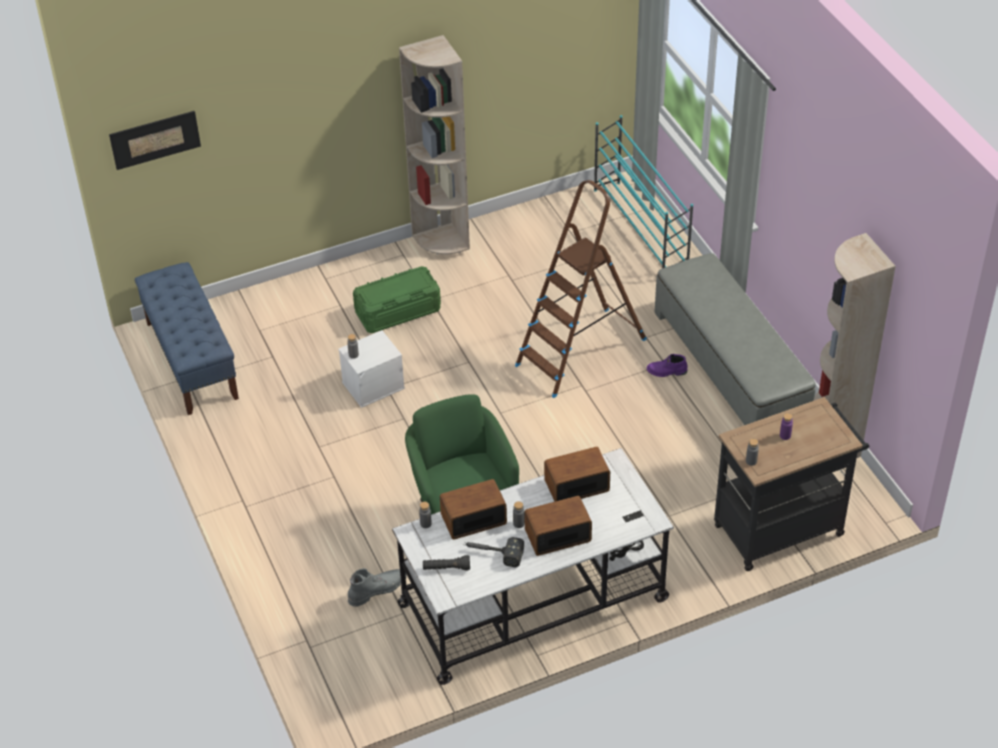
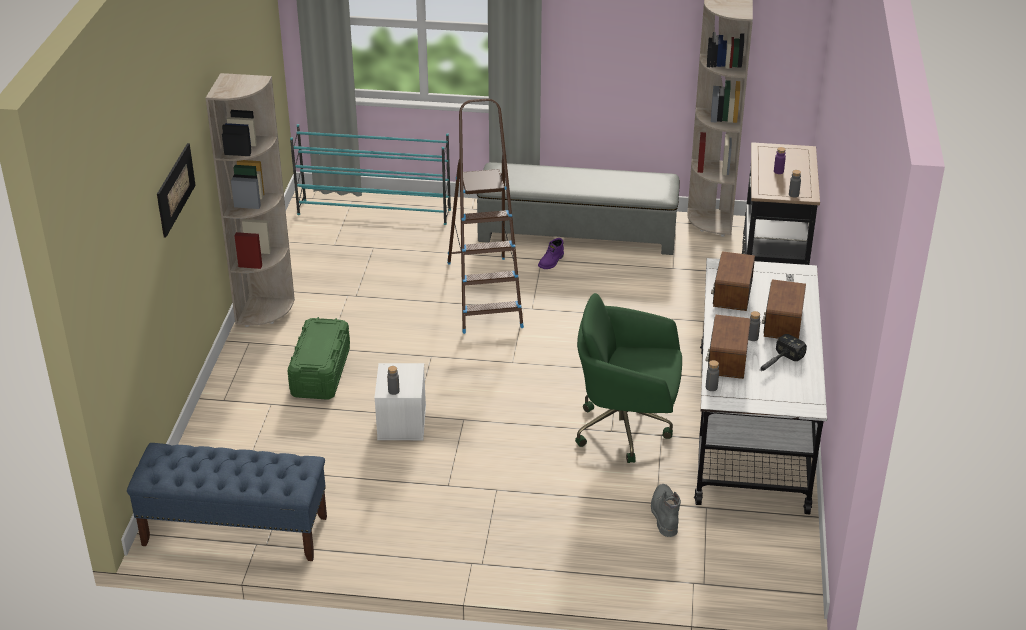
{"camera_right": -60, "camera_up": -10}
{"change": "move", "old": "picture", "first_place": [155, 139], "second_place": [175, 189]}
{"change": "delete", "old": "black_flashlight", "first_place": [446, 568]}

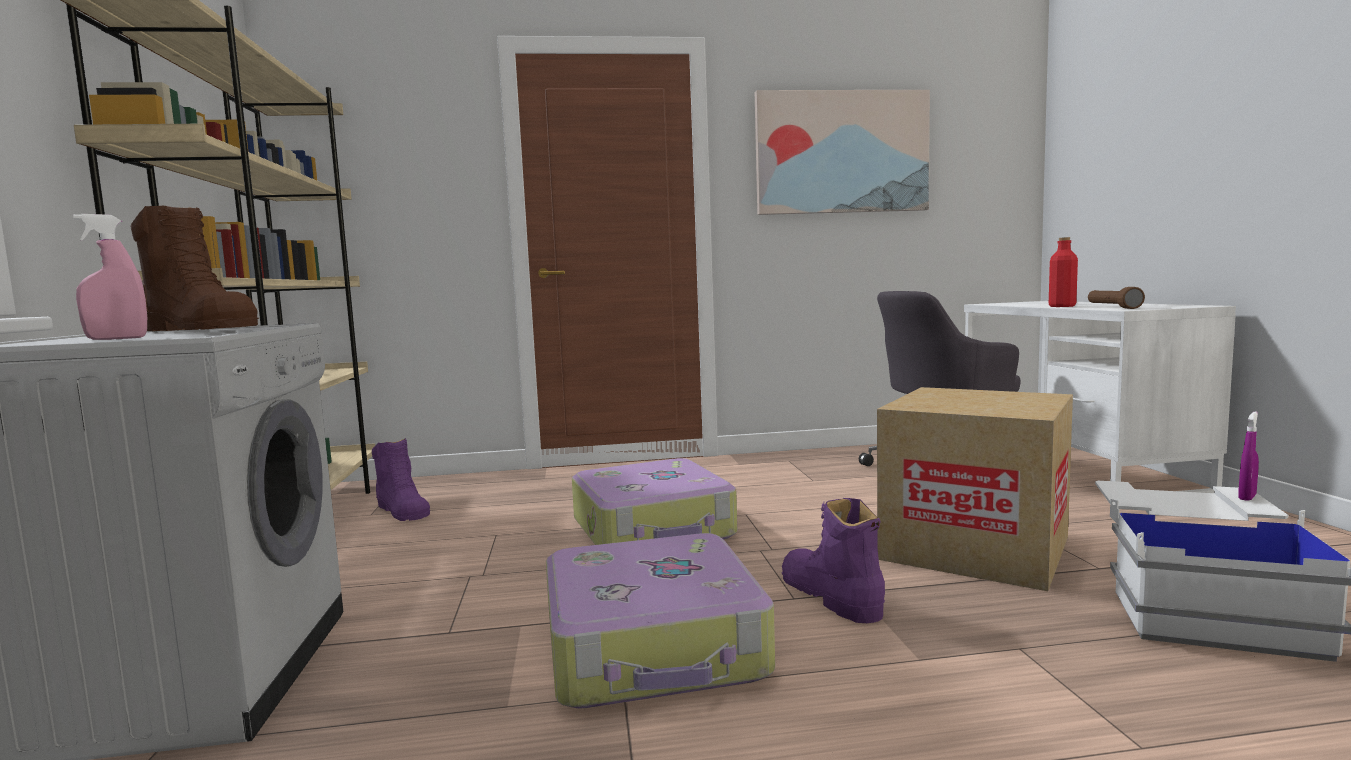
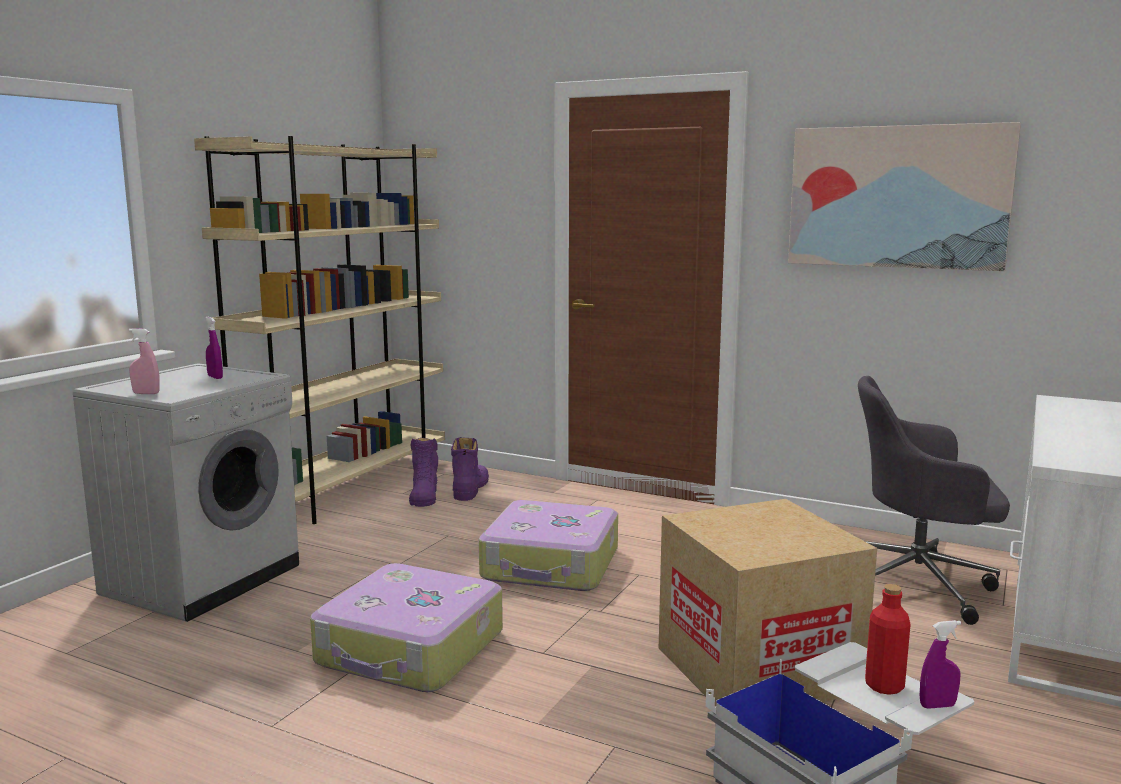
{"camera_right": 35, "camera_up": 5}
{"change": "replace", "old": "brown_boot", "new": "purple_spray_bottle", "first_place": [200, 329], "second_place": [215, 377]}
{"change": "move", "old": "red_bottle", "first_place": [1062, 306], "second_place": [884, 686]}
{"change": "delete", "old": "brown_flashlight", "first_place": [1112, 307]}
{"change": "move", "old": "purple_boot", "first_place": [830, 596], "second_place": [470, 489]}

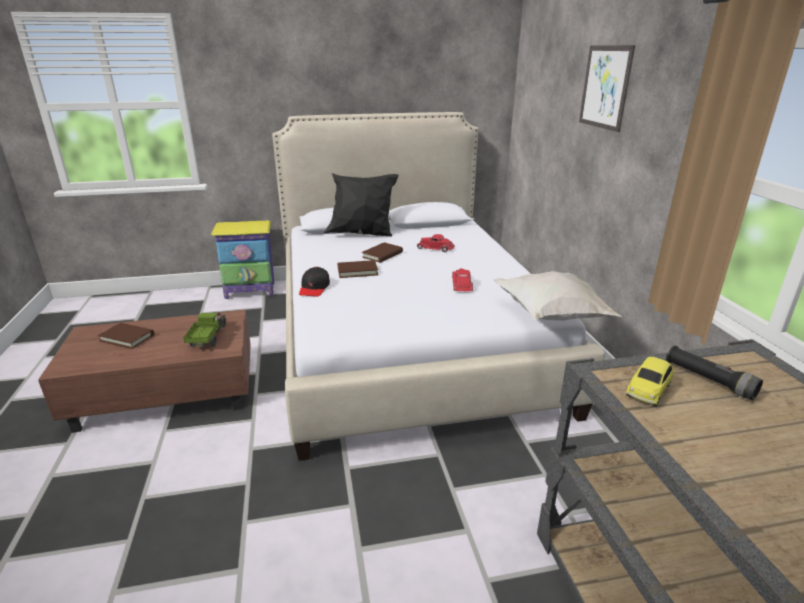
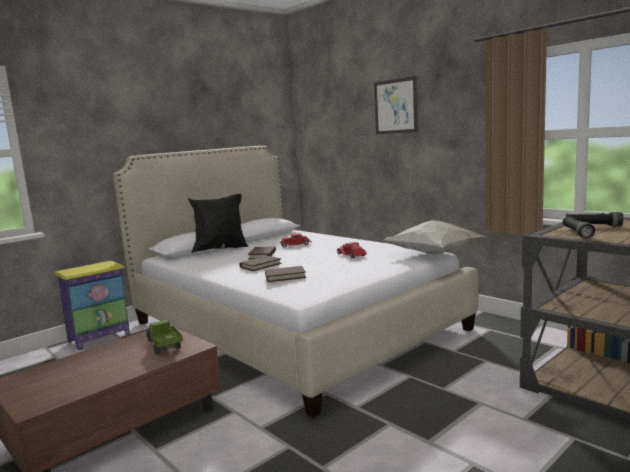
{"camera_right": -30, "camera_up": -15}
{"change": "delete", "old": "black_cap", "first_place": [314, 288]}
{"change": "move", "old": "brown_book", "first_place": [127, 338], "second_place": [285, 276]}
{"change": "replace", "old": "toy_car", "new": "black_flashlight", "first_place": [648, 389], "second_place": [577, 233]}

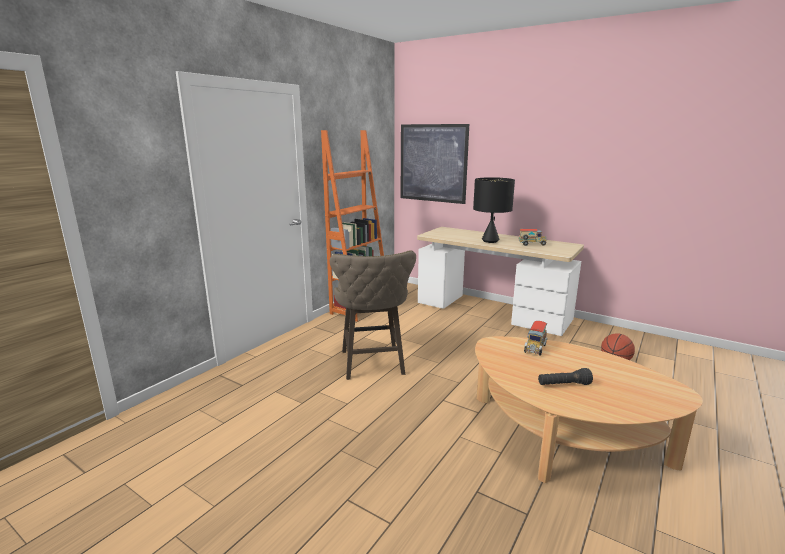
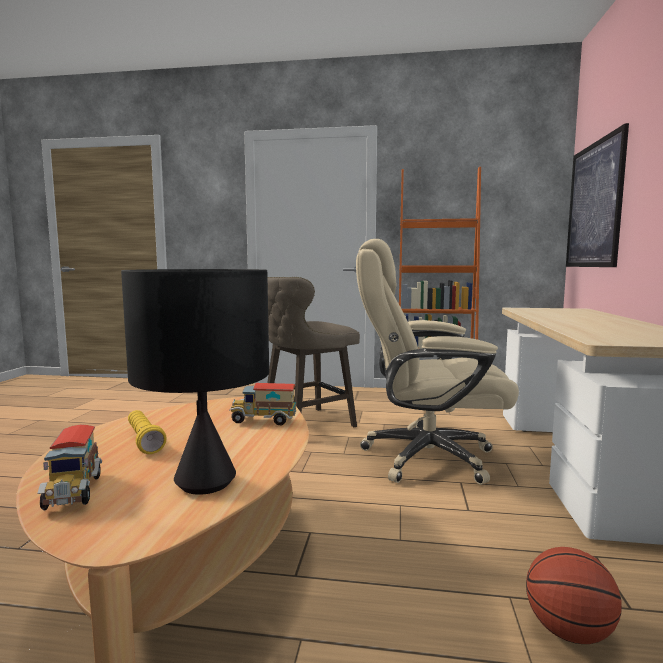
{"camera_right": 65, "camera_up": -10}
{"change": "move", "old": "black_table_lamp", "first_place": [490, 241], "second_place": [205, 483]}
{"change": "move", "old": "toy_truck", "first_place": [532, 244], "second_place": [72, 492]}
{"change": "recolor", "old": "black_flashlight", "new": "yellow_flashlight", "first_place": [563, 385], "second_place": [144, 441]}
{"change": "insert", "new": "beige_office_chair", "second_place": [427, 457]}

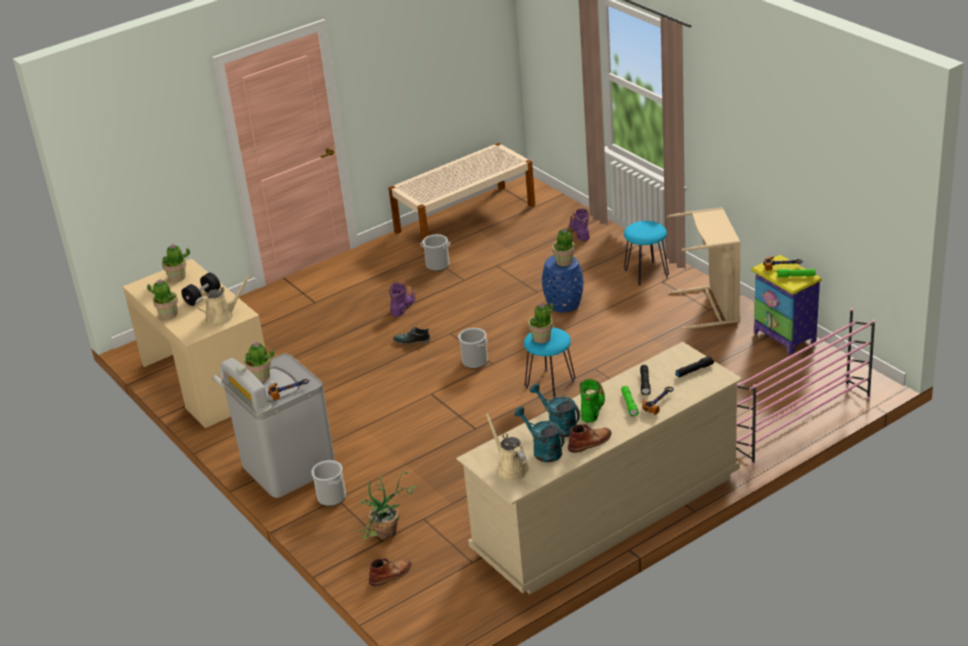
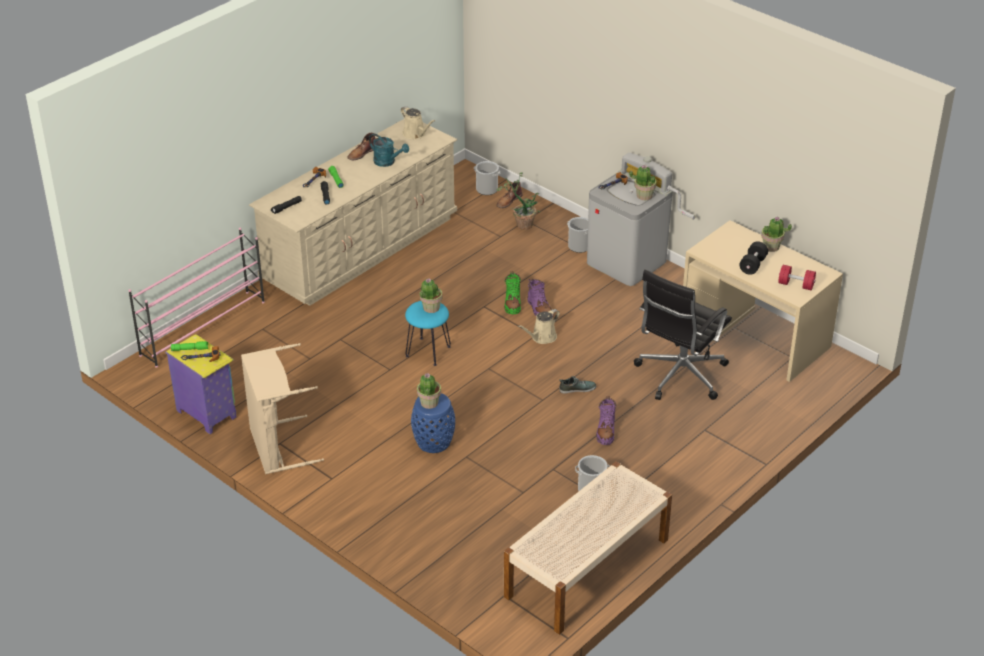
{"camera_right": 165, "camera_up": 5}
{"change": "move", "old": "purple_boot", "first_place": [580, 231], "second_place": [539, 309]}
{"change": "delete", "old": "turquoise_stool", "first_place": [646, 273]}
{"change": "replace", "old": "potted_plant", "new": "red_dumbbell", "first_place": [177, 277], "second_place": [796, 285]}
{"change": "move", "old": "beige_watering_can", "first_place": [222, 317], "second_place": [542, 337]}
{"change": "move", "old": "bucket", "first_place": [475, 361], "second_place": [487, 189]}
{"change": "move", "old": "green_boot", "first_place": [592, 406], "second_place": [512, 303]}
{"change": "delete", "old": "turquoise_watering_can", "first_place": [543, 450]}
{"change": "insert", "new": "black_office_chair", "second_place": [679, 376]}

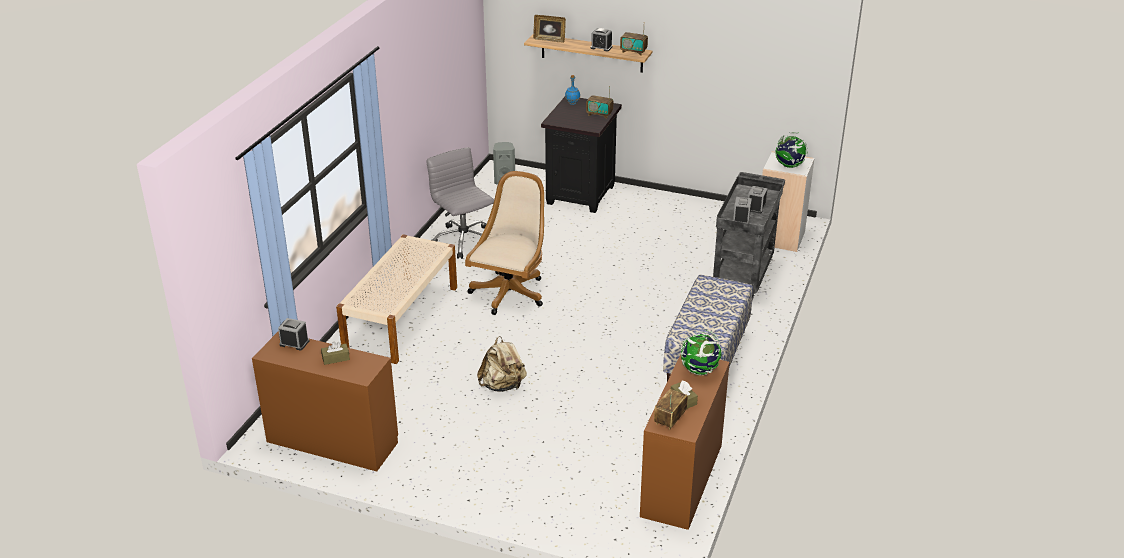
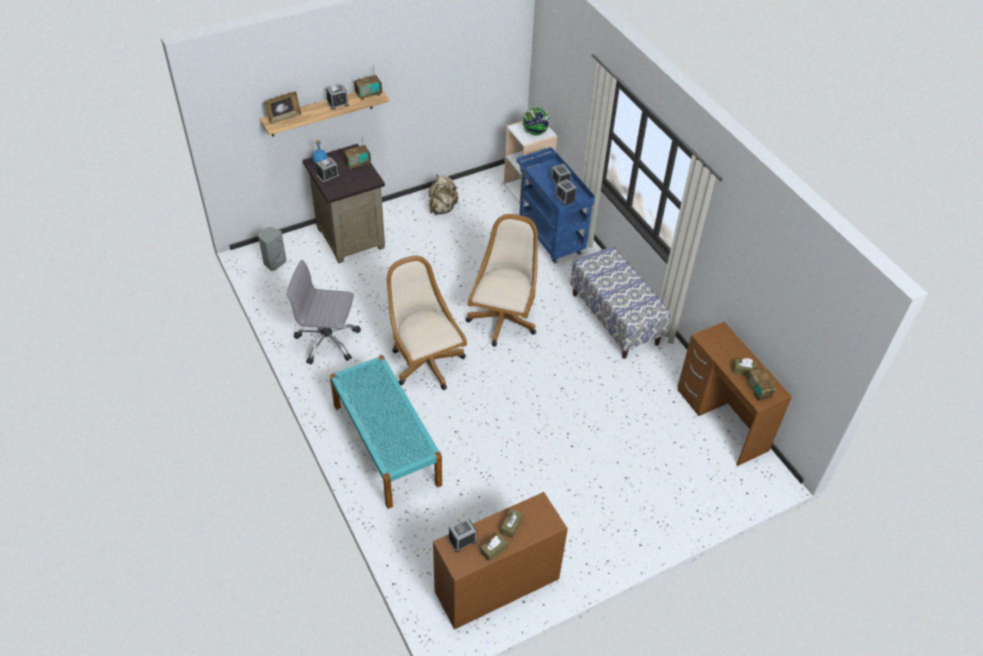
{"camera_right": -50, "camera_up": 15}
{"change": "recolor", "old": "black_cabinet", "new": "beige_cabinet", "first_place": [581, 194], "second_place": [350, 237]}
{"change": "recolor", "old": "black_cart", "new": "blue_cart", "first_place": [743, 276], "second_place": [549, 237]}
{"change": "recolor", "old": "beige_bench", "new": "turquoise_bench", "first_place": [401, 318], "second_place": [385, 445]}
{"change": "delete", "old": "globe", "first_place": [700, 370]}
{"change": "move", "old": "beige_backpack", "first_place": [503, 386], "second_place": [442, 208]}
{"change": "insert", "new": "alarm_clock", "second_place": [328, 176]}
{"change": "insert", "new": "office_chair", "second_place": [503, 316]}
{"change": "insert", "new": "brown_tissue_box", "second_place": [493, 549]}

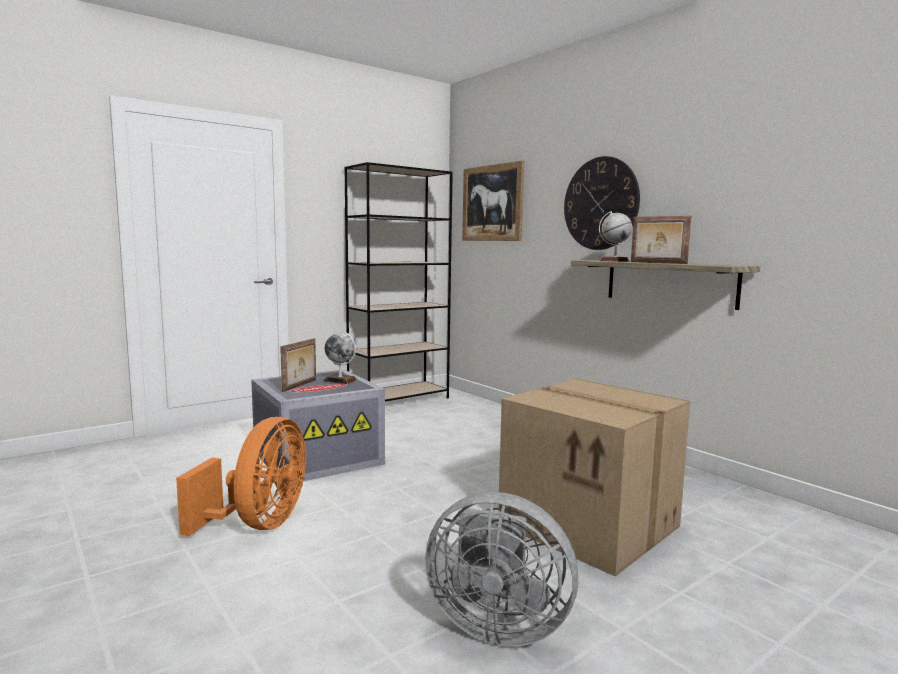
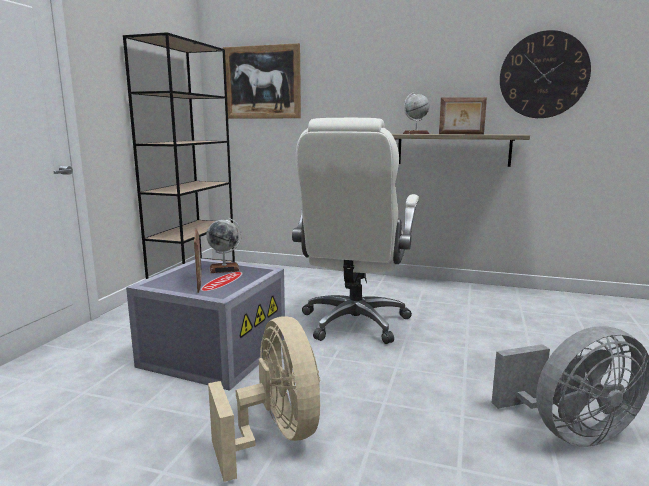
{"camera_right": -35, "camera_up": 5}
{"change": "move", "old": "wall_clock", "first_place": [600, 203], "second_place": [543, 75]}
{"change": "delete", "old": "cardboard_box", "first_place": [592, 525]}
{"change": "recolor", "old": "orange_fan", "new": "beige_fan", "first_place": [259, 524], "second_place": [276, 435]}
{"change": "insert", "new": "white_office_chair", "second_place": [354, 323]}

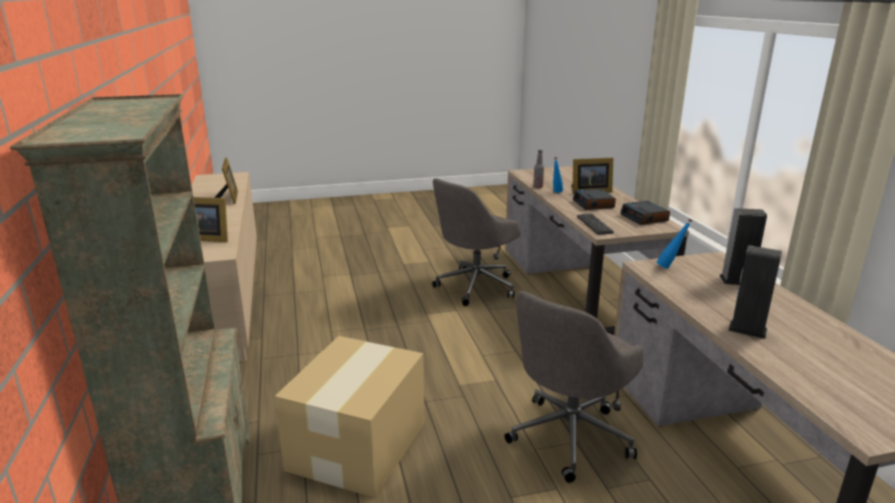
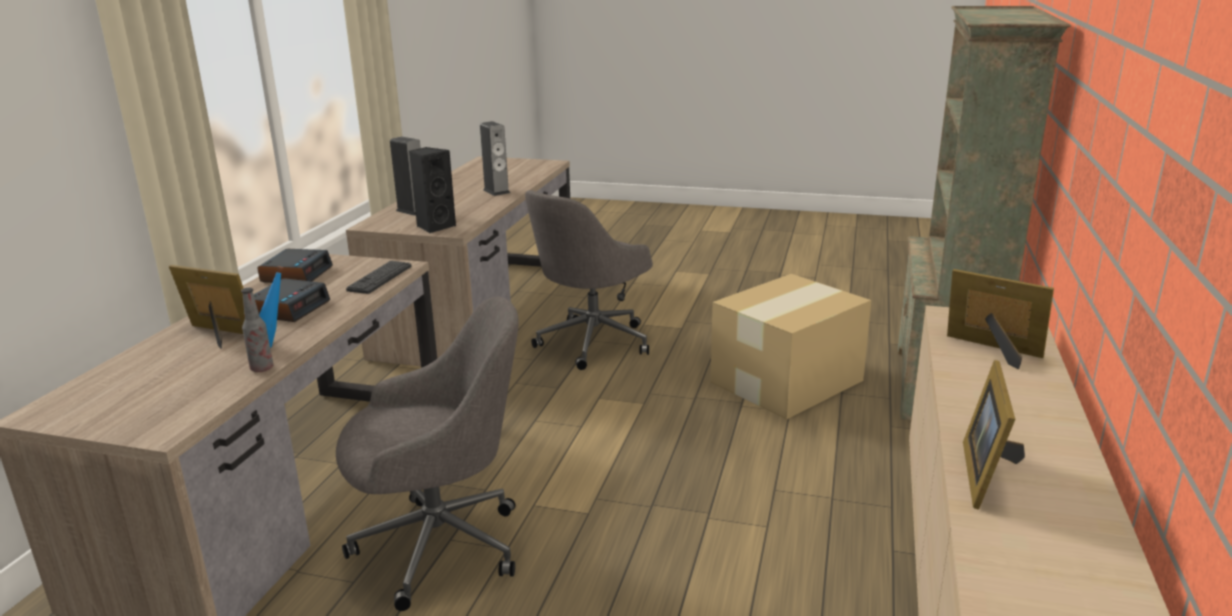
{"camera_right": -150, "camera_up": 0}
{"change": "replace", "old": "blue_bottle", "new": "black_speaker", "first_place": [670, 267], "second_place": [435, 227]}
{"change": "rotate", "old": "grey_office_chair", "first_place": [569, 438], "second_place": [593, 343], "degrees": 150}

